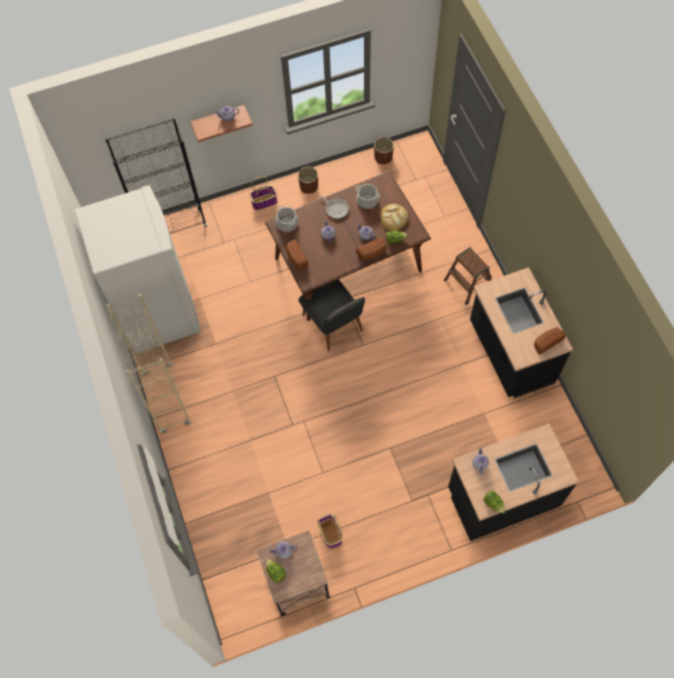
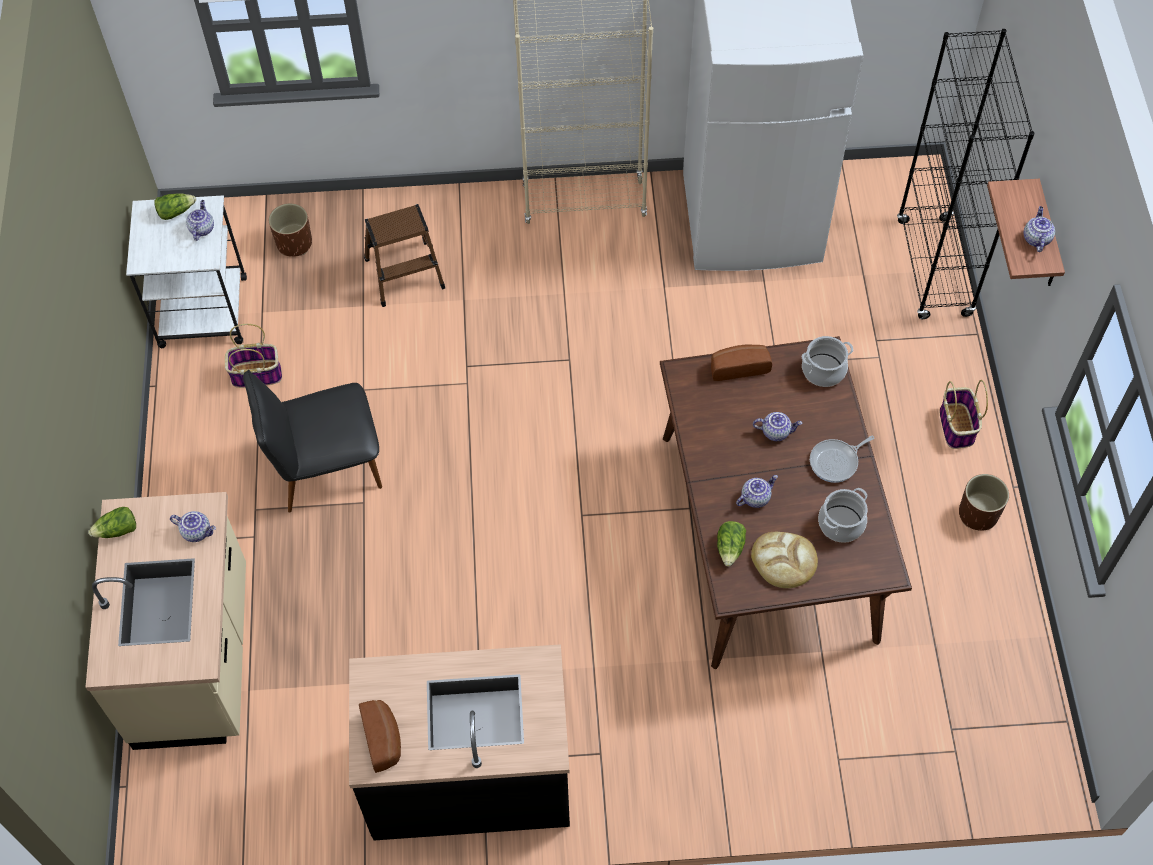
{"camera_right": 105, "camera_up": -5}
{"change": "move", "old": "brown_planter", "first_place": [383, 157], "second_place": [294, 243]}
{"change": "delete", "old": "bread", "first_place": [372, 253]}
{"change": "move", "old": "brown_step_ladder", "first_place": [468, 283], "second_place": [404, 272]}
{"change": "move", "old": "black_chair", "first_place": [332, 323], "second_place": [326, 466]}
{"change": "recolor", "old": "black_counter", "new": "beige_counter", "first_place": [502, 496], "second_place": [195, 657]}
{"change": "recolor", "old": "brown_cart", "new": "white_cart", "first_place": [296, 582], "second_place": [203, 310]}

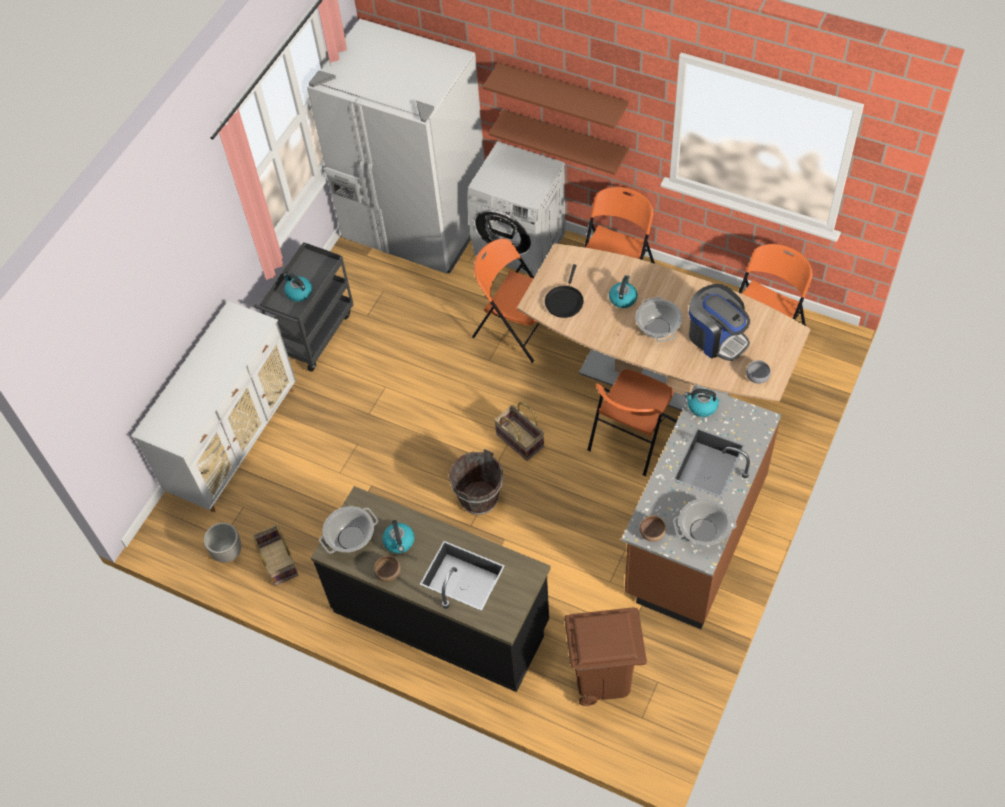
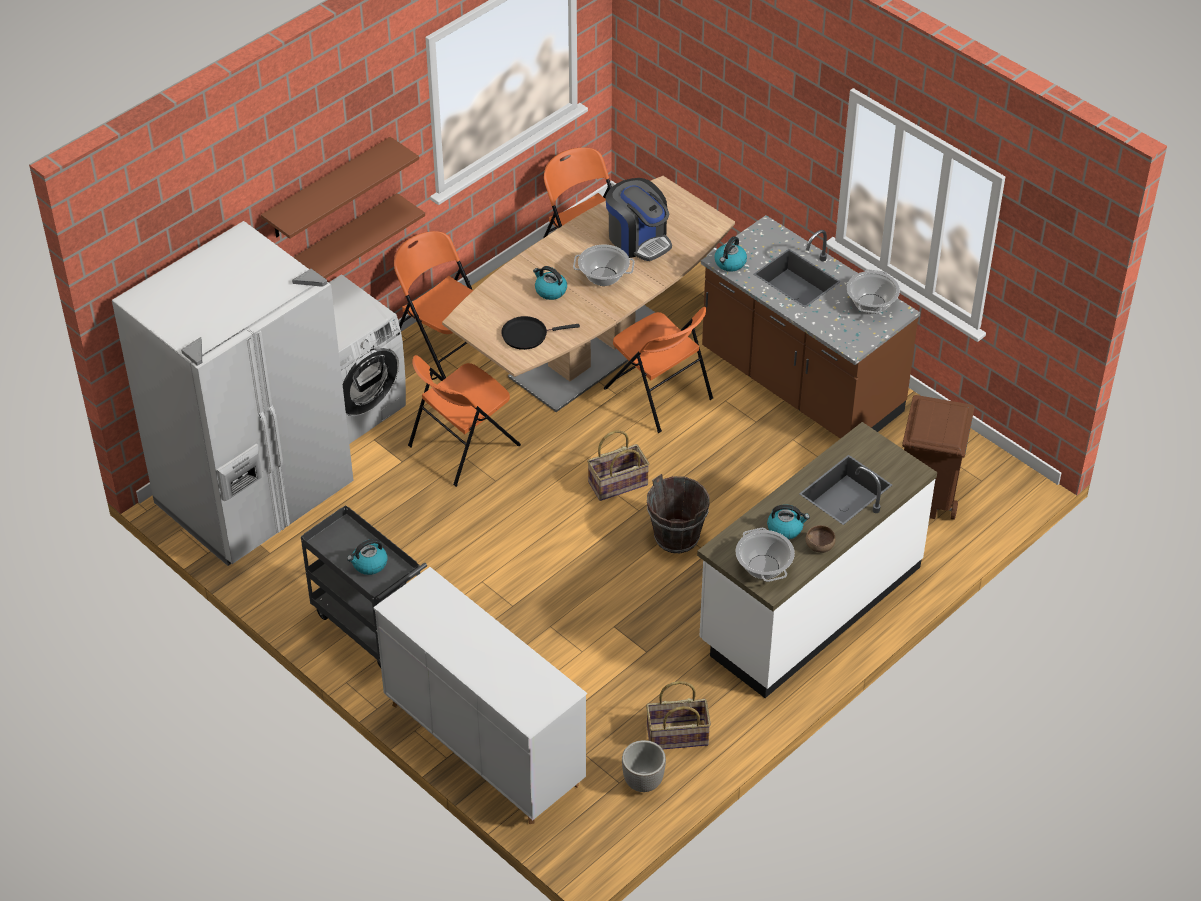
{"camera_right": -75, "camera_up": -10}
{"change": "rotate", "old": "black_frying_pan", "first_place": [564, 301], "second_place": [528, 335], "degrees": 135}
{"change": "rotate", "old": "coffee_machine", "first_place": [716, 337], "second_place": [638, 240], "degrees": 75}
{"change": "delete", "old": "grey_bowl", "first_place": [757, 376]}
{"change": "recolor", "old": "black_counter", "new": "white_counter", "first_place": [441, 616], "second_place": [809, 605]}
{"change": "delete", "old": "brown_bowl", "first_place": [652, 533]}

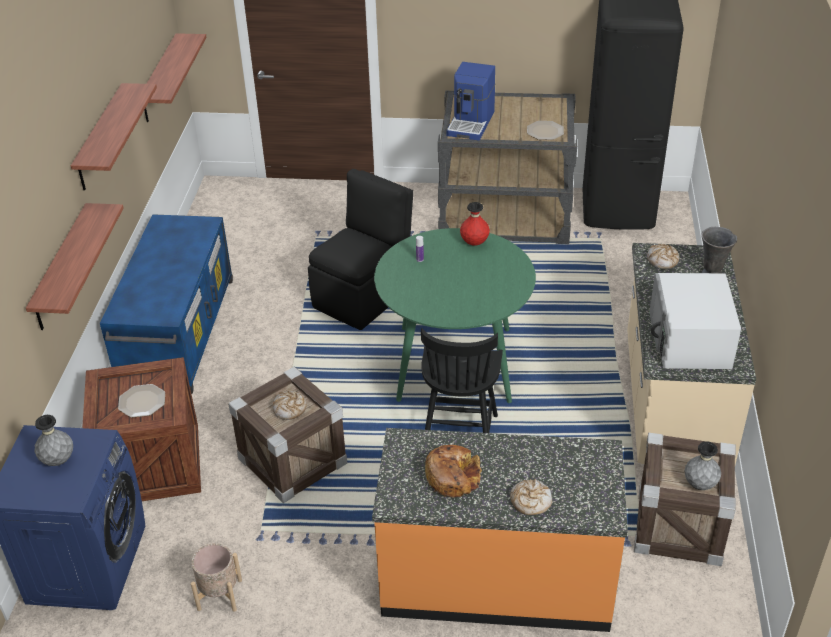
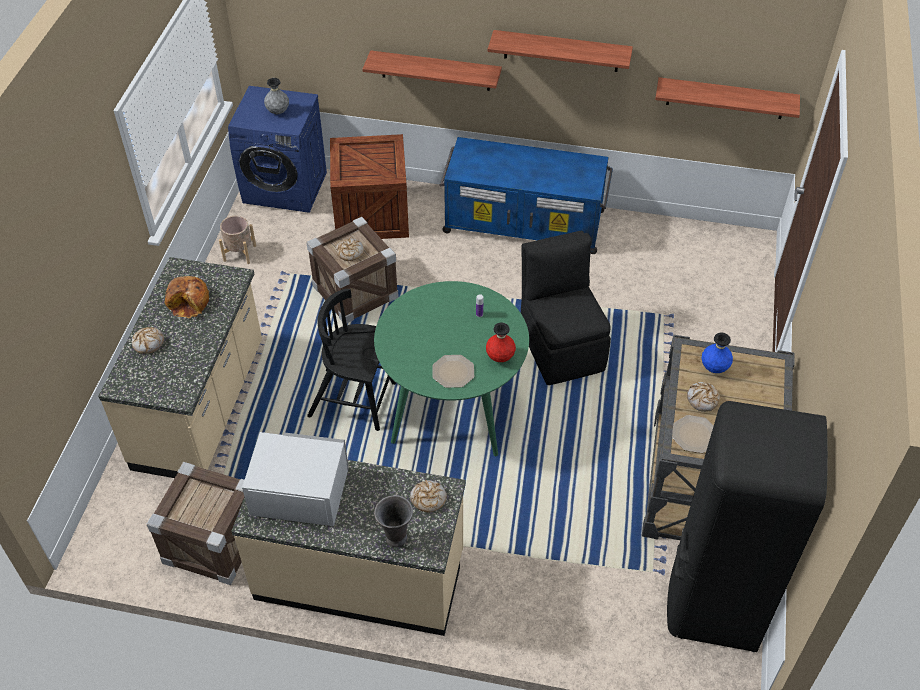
{"camera_right": 95, "camera_up": 10}
{"change": "replace", "old": "coffee_machine", "new": "blue_vase", "first_place": [471, 123], "second_place": [714, 368]}
{"change": "rotate", "old": "black_chair", "first_place": [364, 296], "second_place": [561, 347], "degrees": -150}
{"change": "move", "old": "plate", "first_place": [142, 401], "second_place": [453, 372]}
{"change": "recolor", "old": "orange_counter", "new": "beige_counter", "first_place": [496, 578], "second_place": [201, 406]}
{"change": "delete", "old": "grey_vase", "first_place": [700, 484]}
{"change": "insert", "new": "bread", "second_place": [702, 399]}

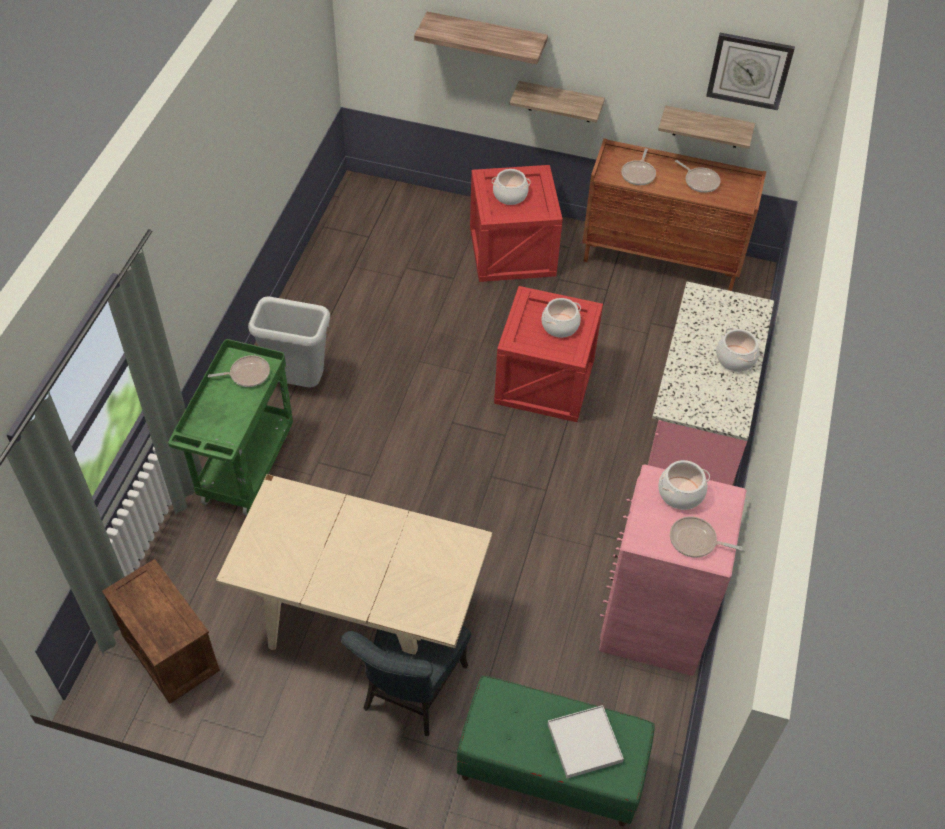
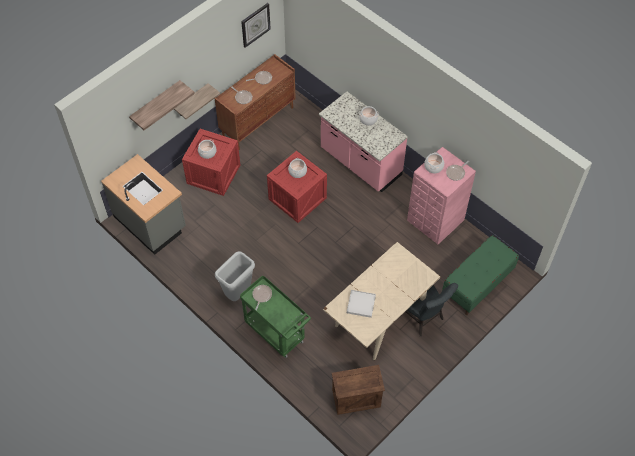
{"camera_right": -60, "camera_up": 5}
{"change": "delete", "old": "shelf", "first_place": [707, 127]}
{"change": "move", "old": "white_tray", "first_place": [584, 742], "second_place": [361, 304]}
{"change": "insert", "new": "grey_counter", "second_place": [150, 222]}

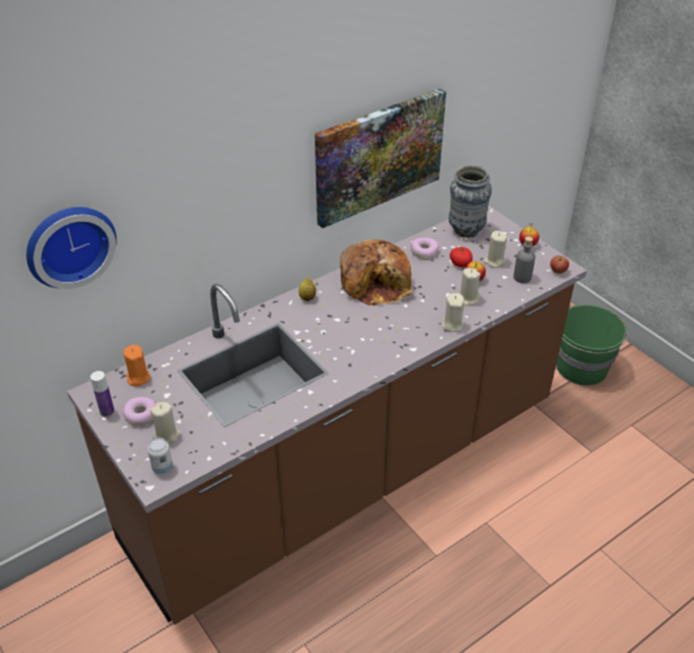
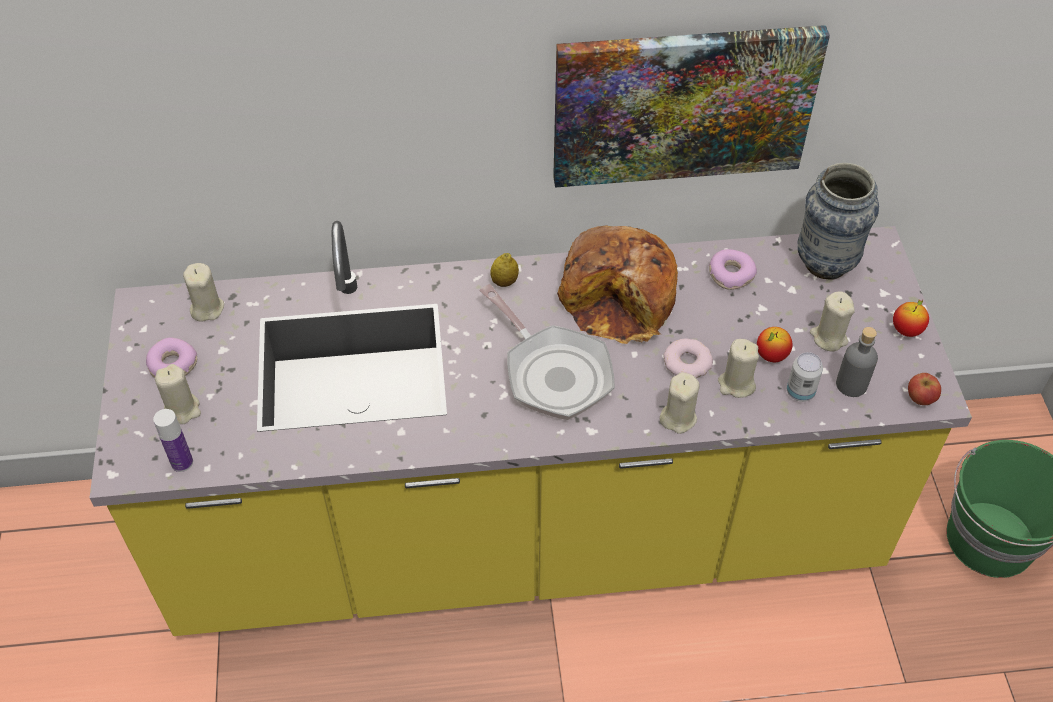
{"camera_right": 30, "camera_up": 10}
{"change": "recolor", "old": "brown_counter", "new": "yellow_counter", "first_place": [347, 473], "second_place": [526, 536]}
{"change": "delete", "old": "wall_clock", "first_place": [69, 244]}
{"change": "delete", "old": "tomato", "first_place": [460, 263]}
{"change": "recolor", "old": "orange_candle", "new": "beige_candle", "first_place": [138, 378], "second_place": [207, 308]}
{"change": "move", "old": "bottle", "first_place": [107, 412], "second_place": [182, 462]}
{"change": "move", "old": "can", "first_place": [162, 467], "second_place": [800, 392]}
{"change": "insert", "new": "frying_pan", "second_place": [553, 373]}
{"change": "insert", "new": "donut", "second_place": [687, 362]}

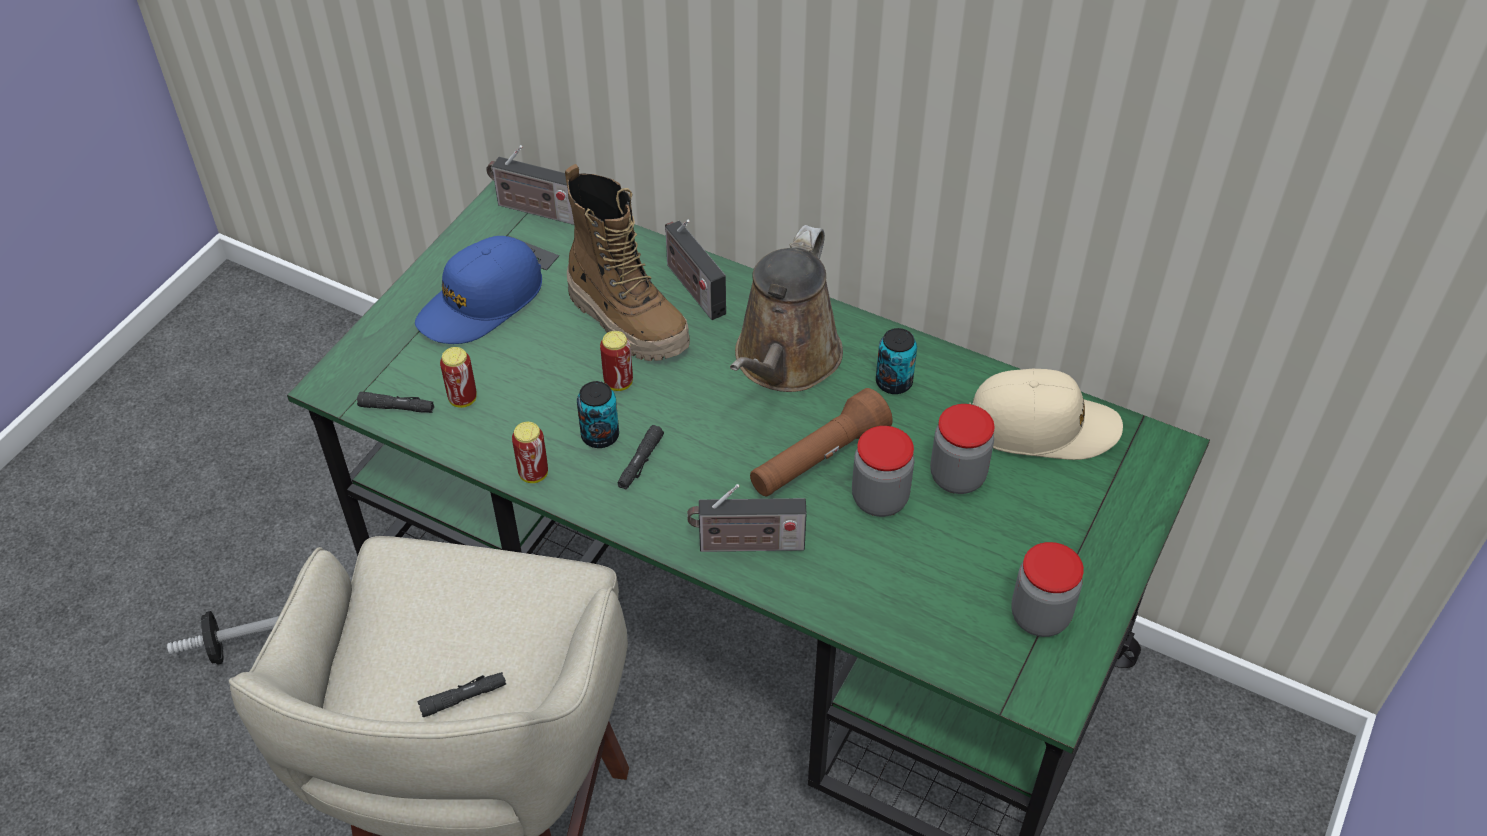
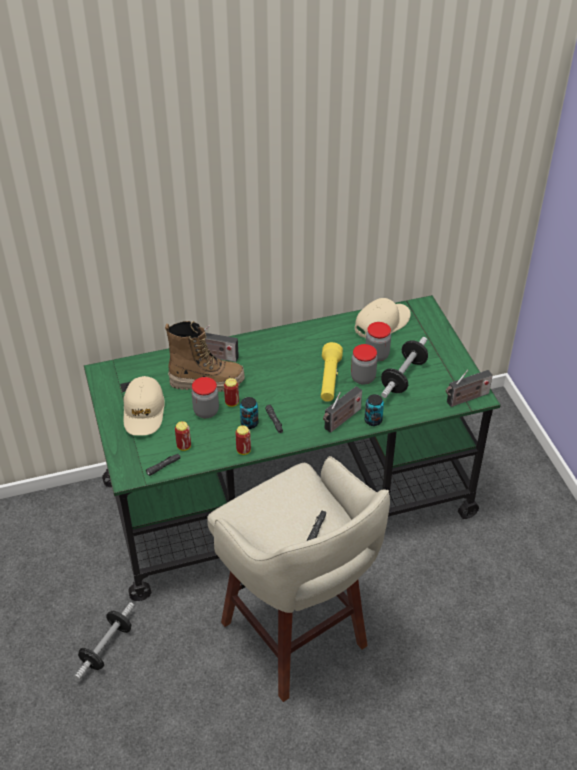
{"camera_right": -45, "camera_up": -5}
{"change": "move", "old": "radio", "first_place": [535, 210], "second_place": [466, 399]}
{"change": "delete", "old": "brown_watering_can", "first_place": [784, 361]}
{"change": "recolor", "old": "blue_cap", "new": "beige_cap", "first_place": [481, 302], "second_place": [144, 412]}
{"change": "move", "old": "can", "first_place": [894, 382], "second_place": [373, 420]}
{"change": "recolor", "old": "brown_flashlight", "new": "yellow_flashlight", "first_place": [818, 460], "second_place": [329, 380]}
{"change": "move", "old": "jar", "first_place": [1040, 616], "second_place": [206, 411]}
{"change": "insert", "new": "dumbbell", "second_place": [403, 376]}

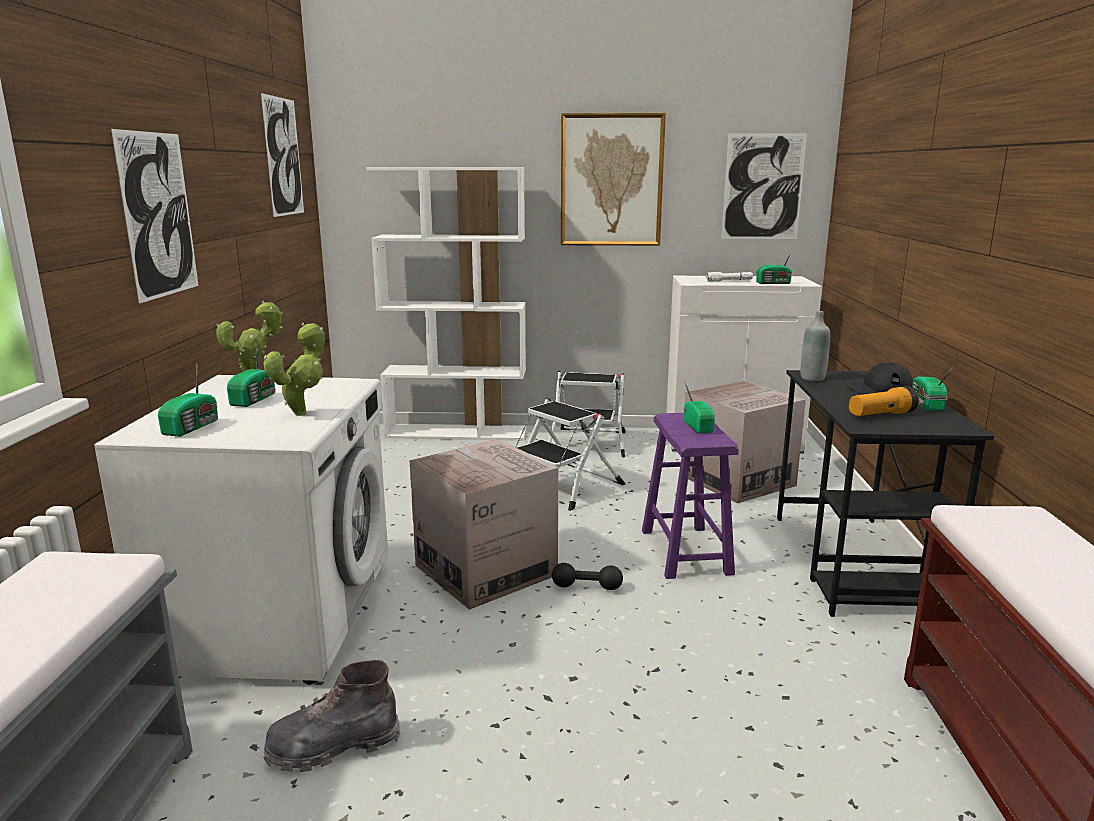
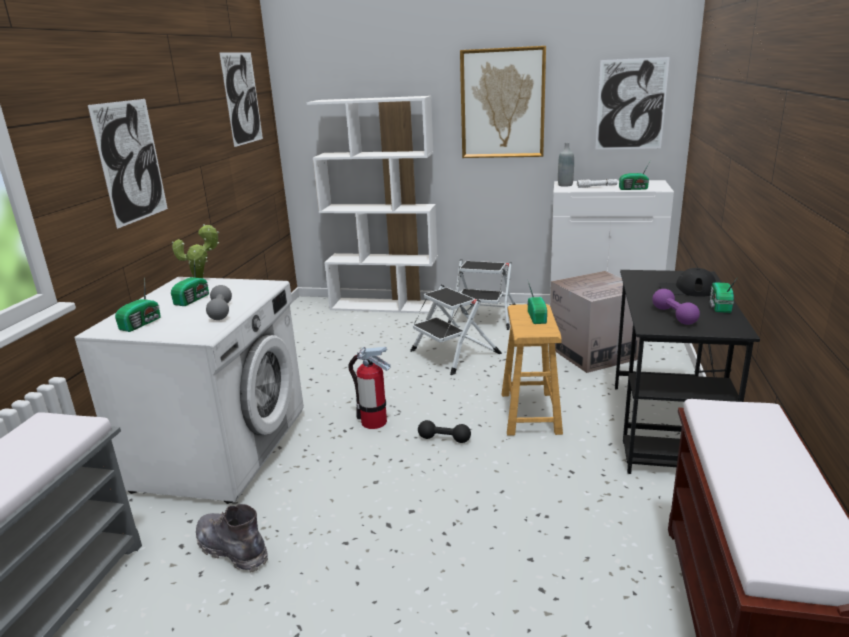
{"camera_right": 10, "camera_up": 5}
{"change": "move", "old": "grey_bottle", "first_place": [812, 378], "second_place": [565, 185]}
{"change": "replace", "old": "potted_plant", "new": "grey_dumbbell", "first_place": [303, 412], "second_place": [221, 312]}
{"change": "replace", "old": "flashlight", "new": "purple_dumbbell", "first_place": [881, 415], "second_place": [674, 316]}
{"change": "recolor", "old": "purple_stool", "new": "brown_stool", "first_place": [685, 552], "second_place": [530, 413]}
{"change": "replace", "old": "cardboard_box", "new": "fire_extinguisher", "first_place": [486, 570], "second_place": [373, 422]}
{"change": "rotate", "old": "grey_boot", "first_place": [333, 746], "second_place": [232, 549], "degrees": 45}

